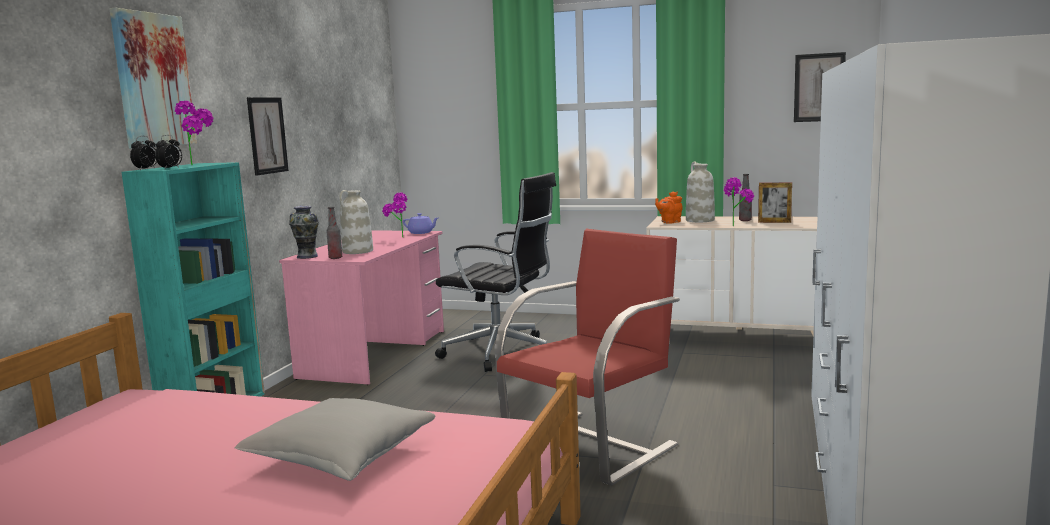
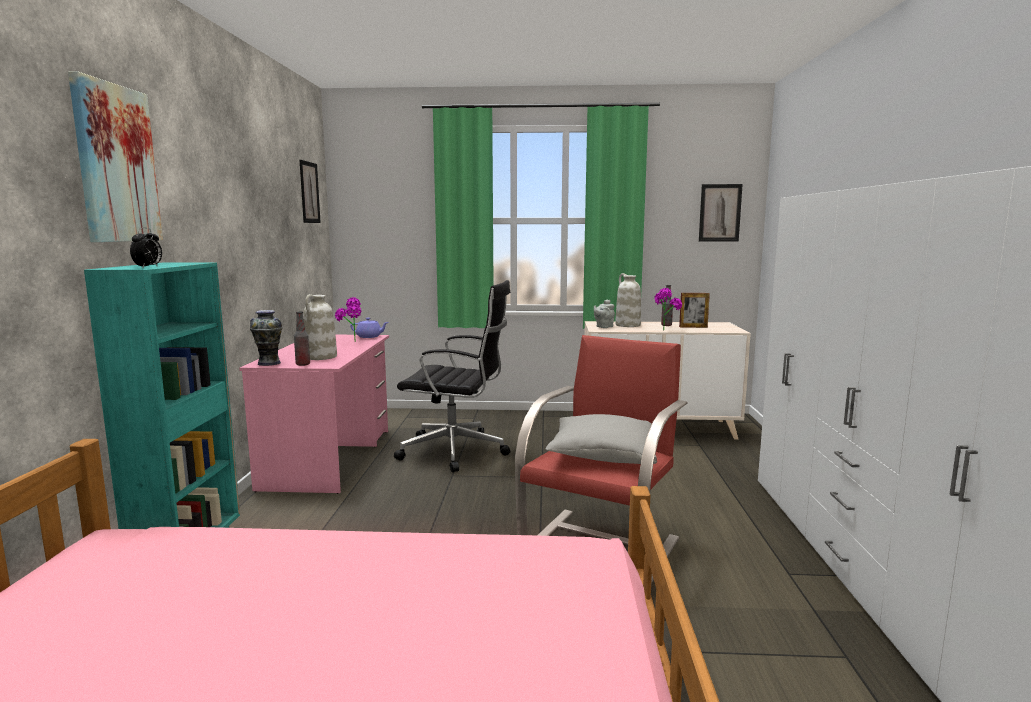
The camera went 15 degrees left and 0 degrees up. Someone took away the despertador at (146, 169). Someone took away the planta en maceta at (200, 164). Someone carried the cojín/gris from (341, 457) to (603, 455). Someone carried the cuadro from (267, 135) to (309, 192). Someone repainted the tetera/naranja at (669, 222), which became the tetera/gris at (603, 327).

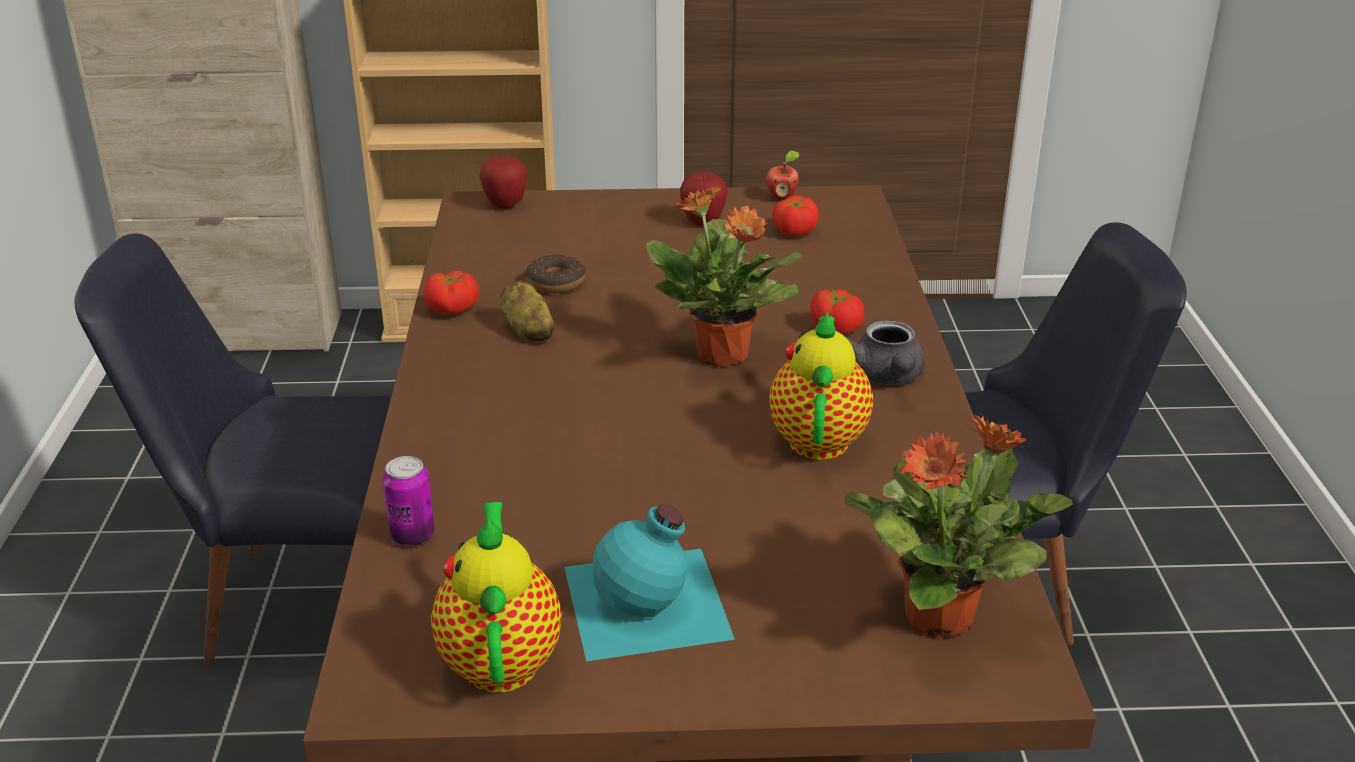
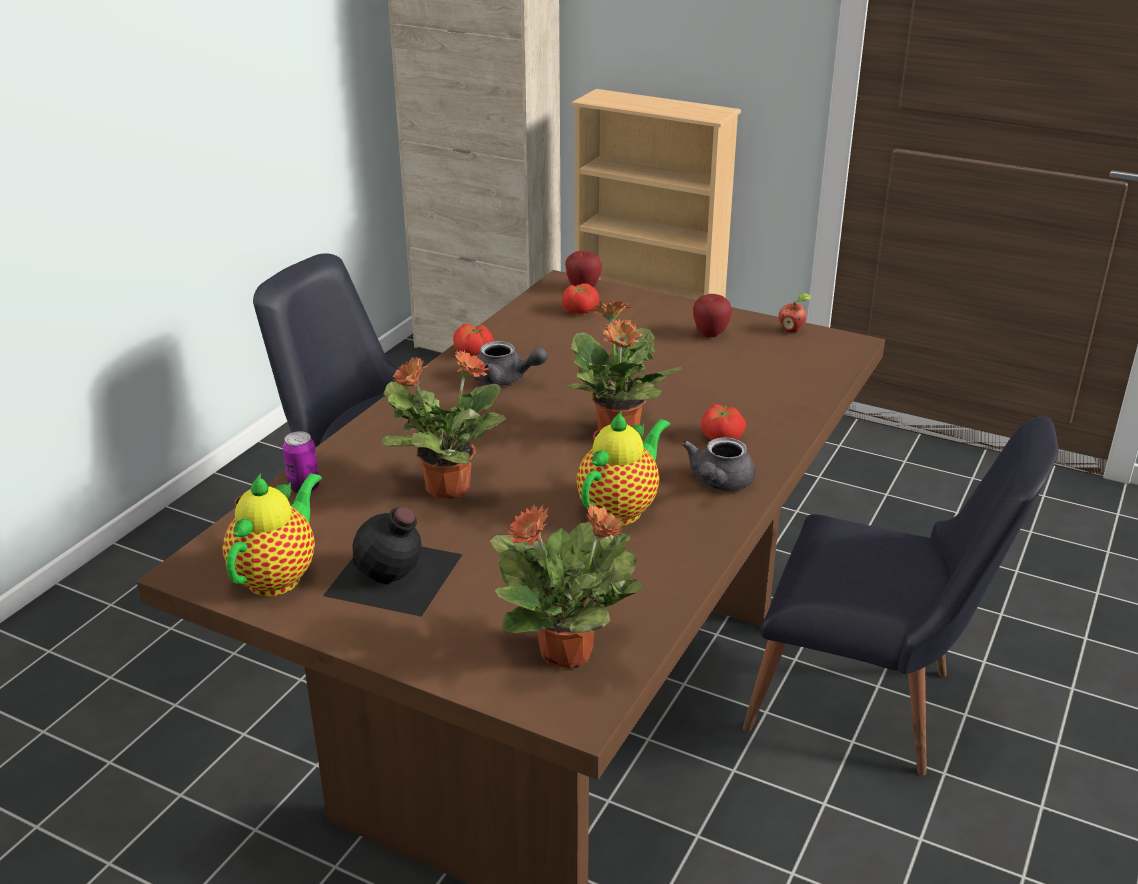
The camera went 30 degrees right and 0 degrees up. Someone took away the rosquilla at (556, 283). Someone put down the planta en maceta at (446, 488). Someone carried the tomate from (793, 231) to (579, 310). Someone swapped the patata at (527, 330) for the tetera/gris at (505, 379). Someone repainted the botella/turquesa at (649, 603), which became the botella/negro at (395, 576).

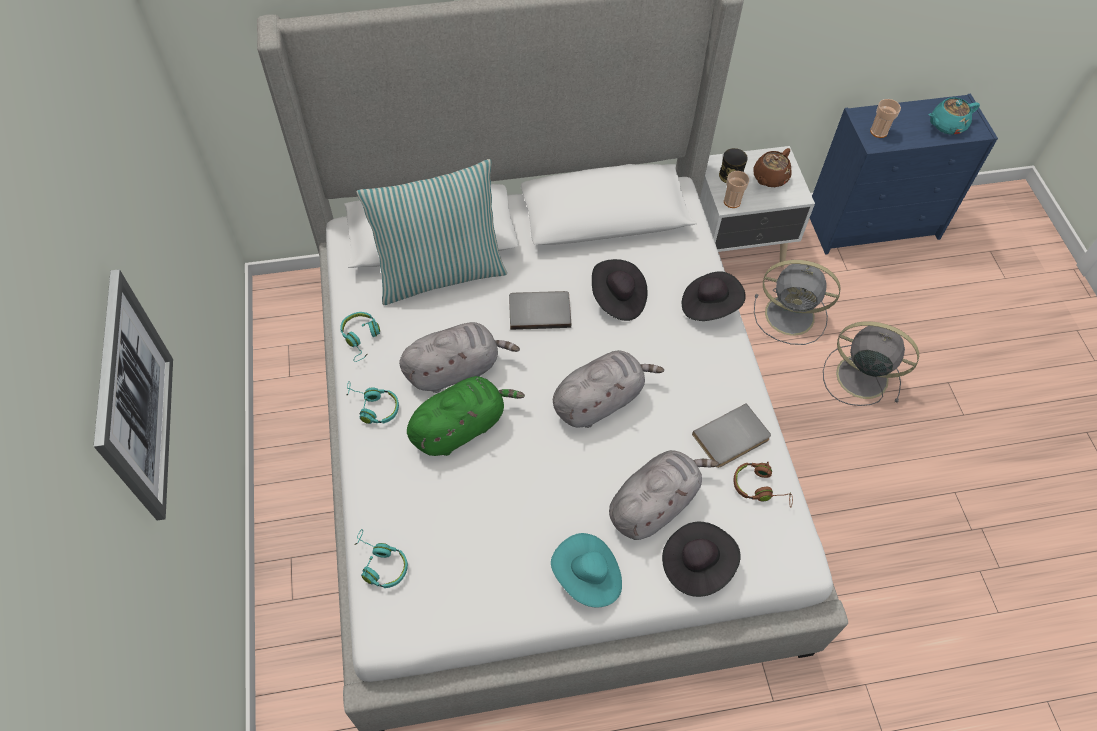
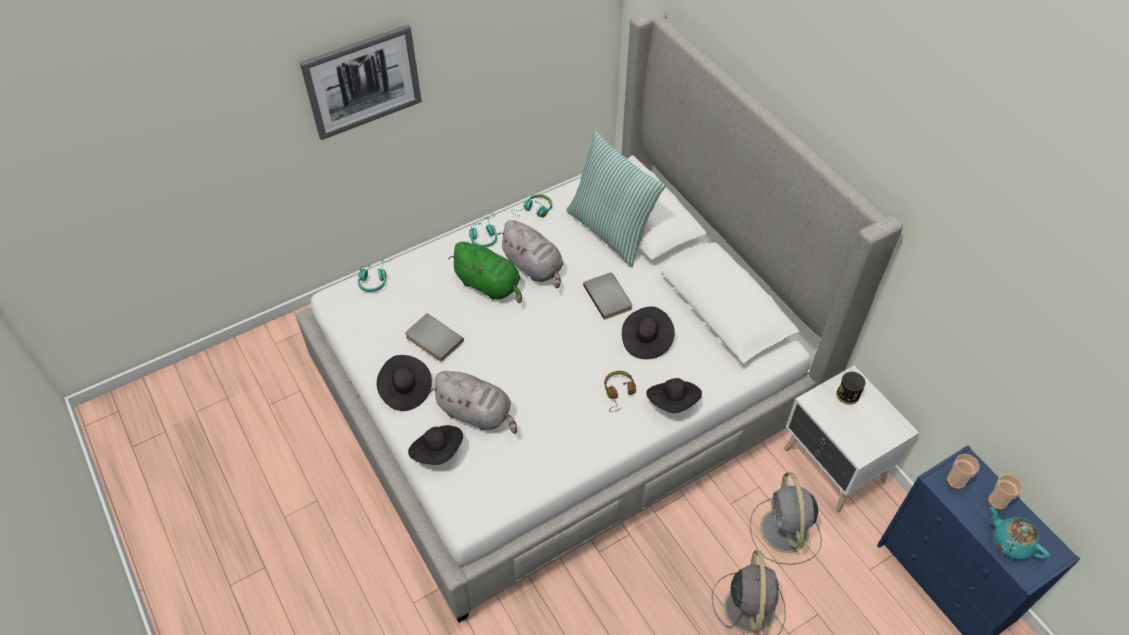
The camera went 70 degrees right and 5 degrees down. Someone took away the peluche/gris at (600, 400). Someone took away the tetera/marrón at (769, 178). Someone carried the libro/gris from (732, 439) to (433, 340). Someone carried the taza from (732, 201) to (997, 501). Someone carried the auriculares/marrón from (760, 488) to (619, 393). Someone repainted the sombrero/turquesa at (587, 578), which became the sombrero/negro at (405, 390).

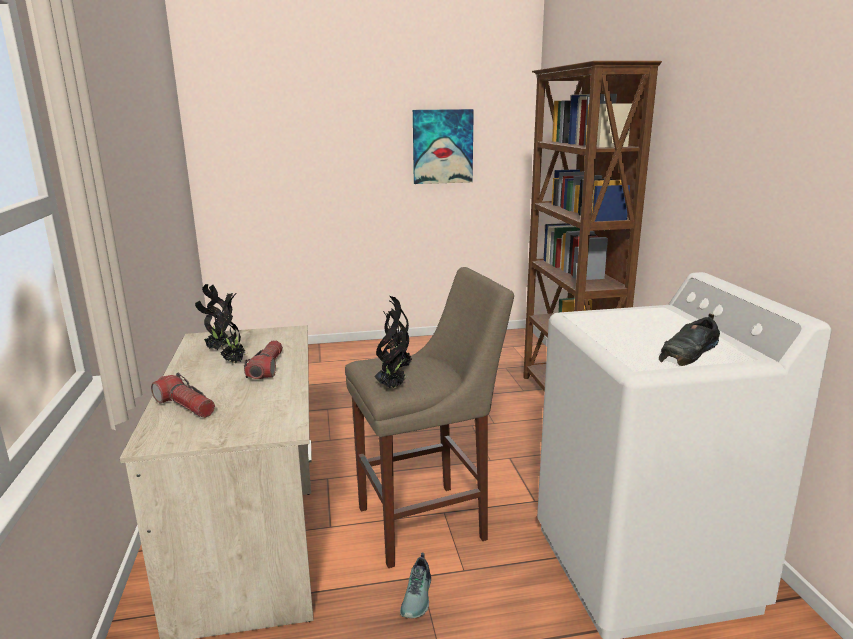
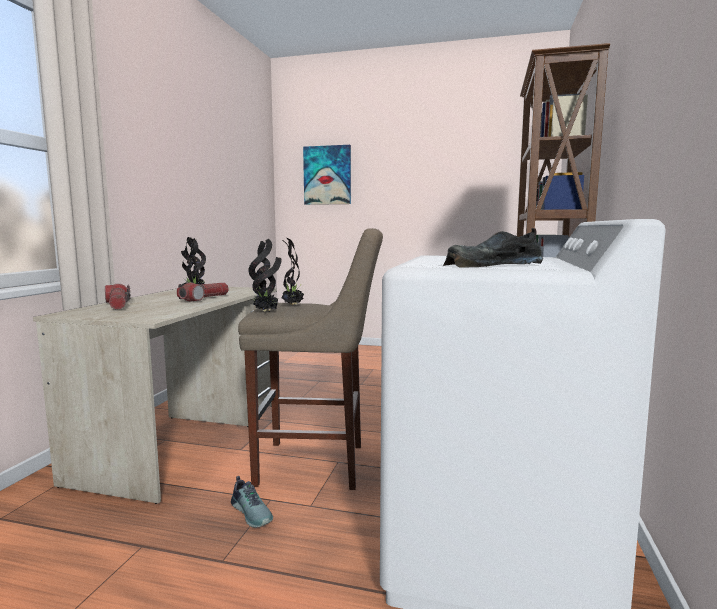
The camera went 25 degrees right and 10 degrees down. Someone carried the cuadro from (442, 146) to (327, 175). Someone rotated the zapato at (418, 596) by 75 degrees counterclockwise.

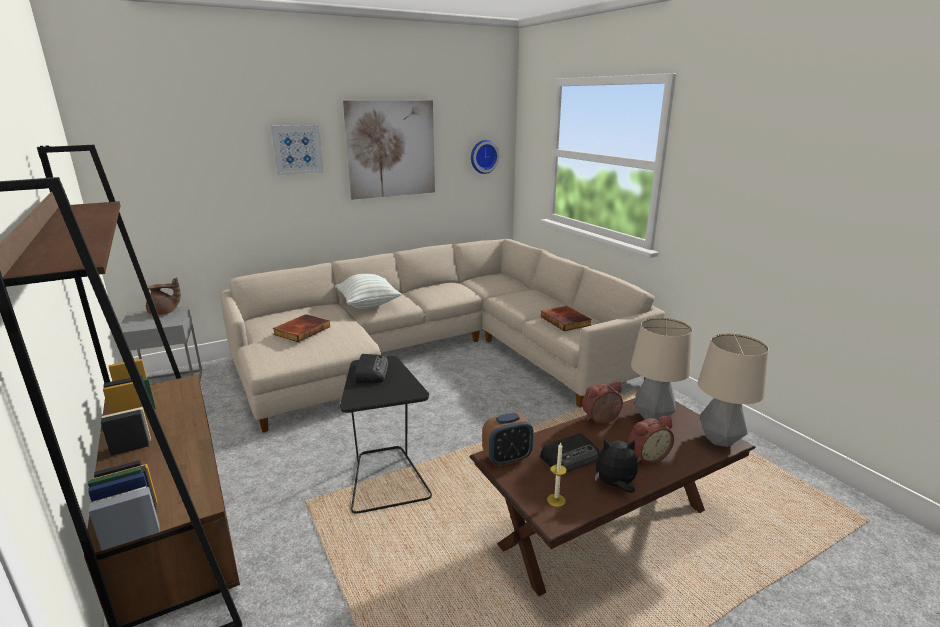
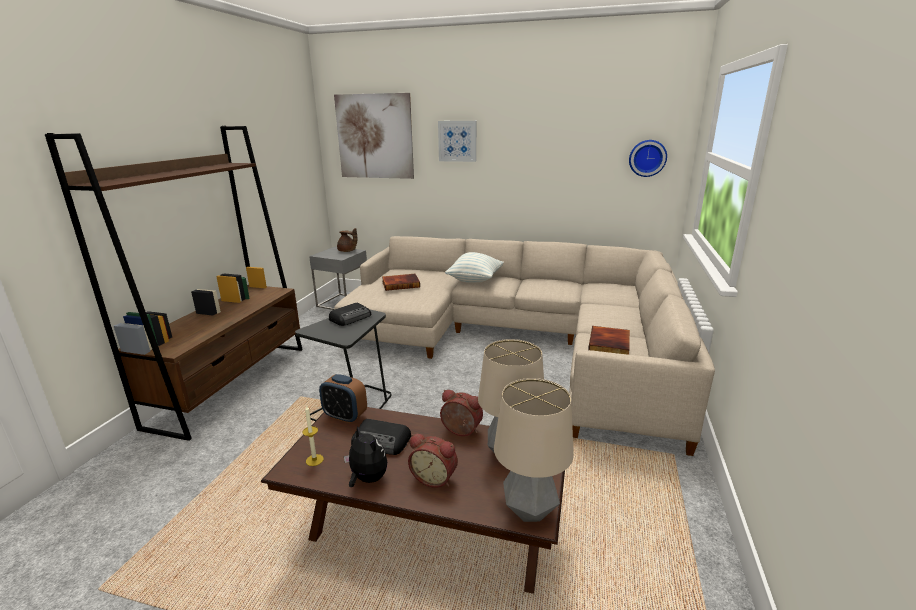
The camera went 45 degrees right and 0 degrees up. Someone carried the cuadro from (391, 149) to (375, 136).

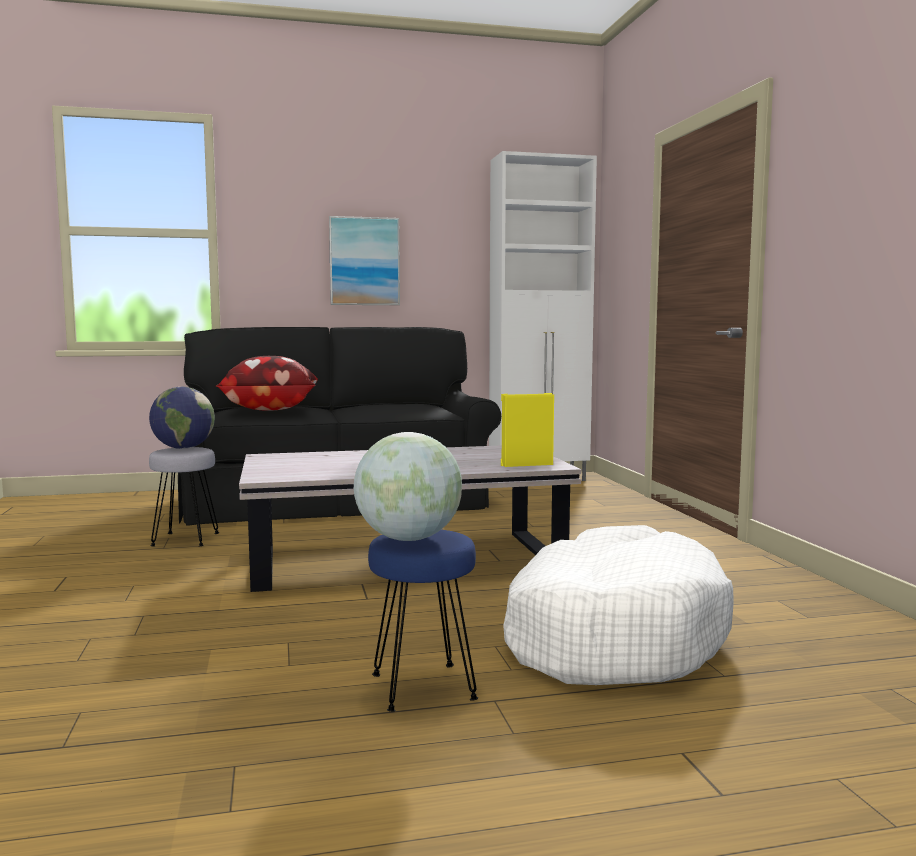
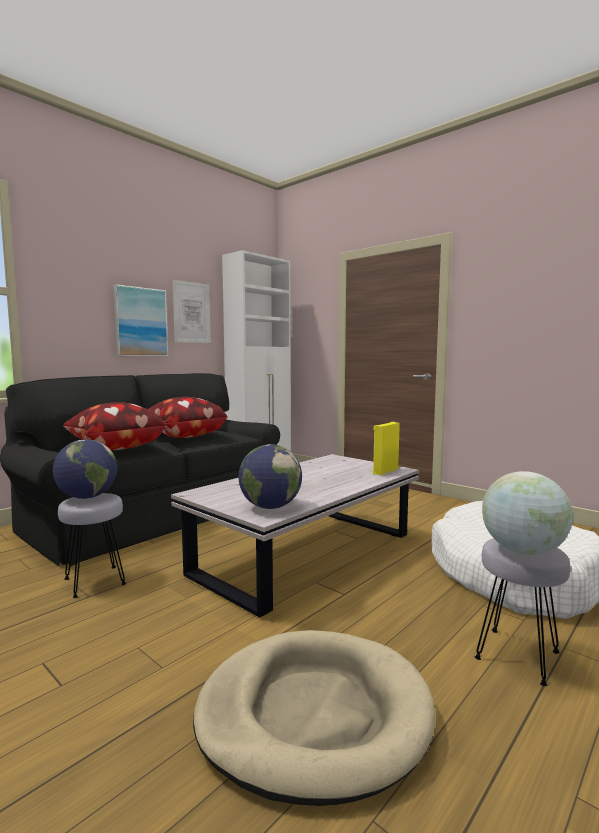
The camera went 35 degrees left and 0 degrees up. Someone put down the cojín at (183, 436). Someone put up the cuadro at (192, 312). Someone put down the cama para perro/beis at (313, 714). Someone put down the globo terráqueo at (270, 507). Someone repainted the taburete/azul at (423, 688), which became the taburete/gris at (518, 656).

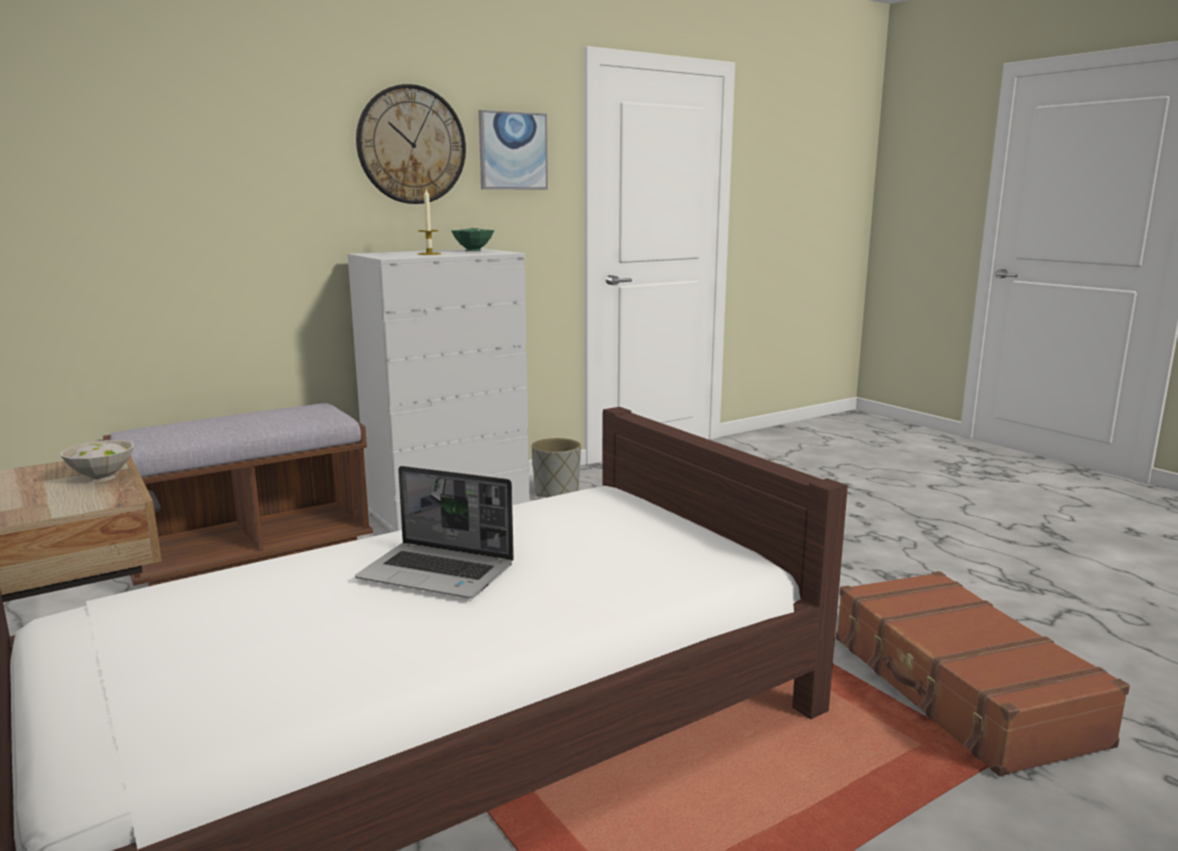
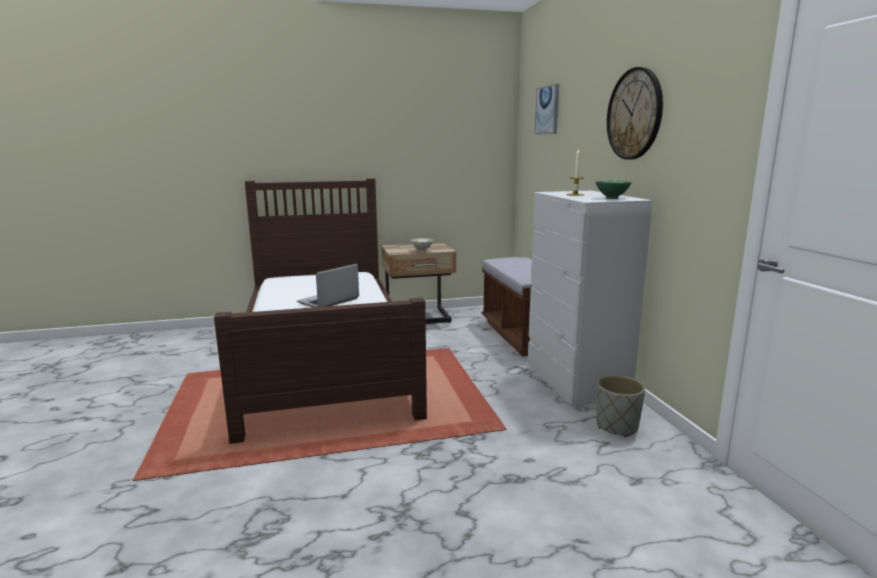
The camera went 110 degrees right and 0 degrees up. Someone took away the maleta/marrón at (960, 689). Someone carried the cuadro from (513, 151) to (547, 110).

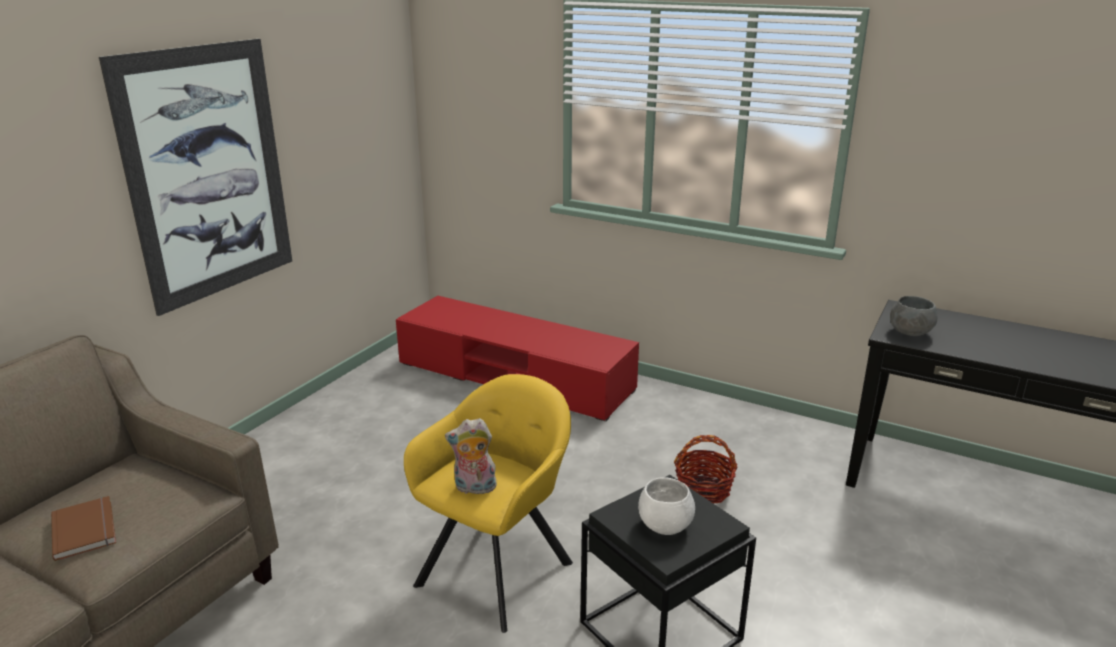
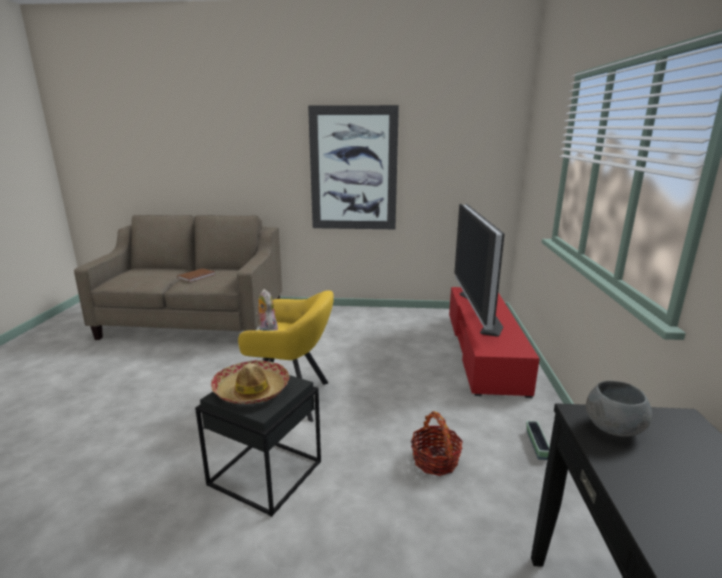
The camera went 65 degrees right and 5 degrees down. Someone put down the televisor at (478, 312). Someone put down the maceta at (536, 445). Someone swapped the cuenco/blanco at (665, 525) for the sombrero at (251, 390).

